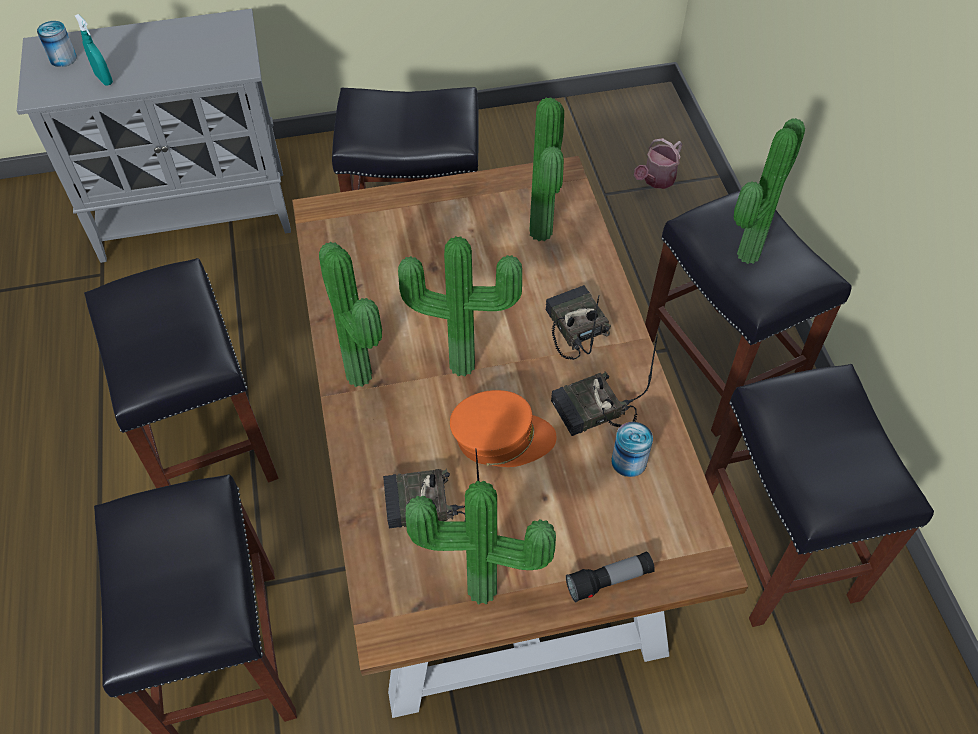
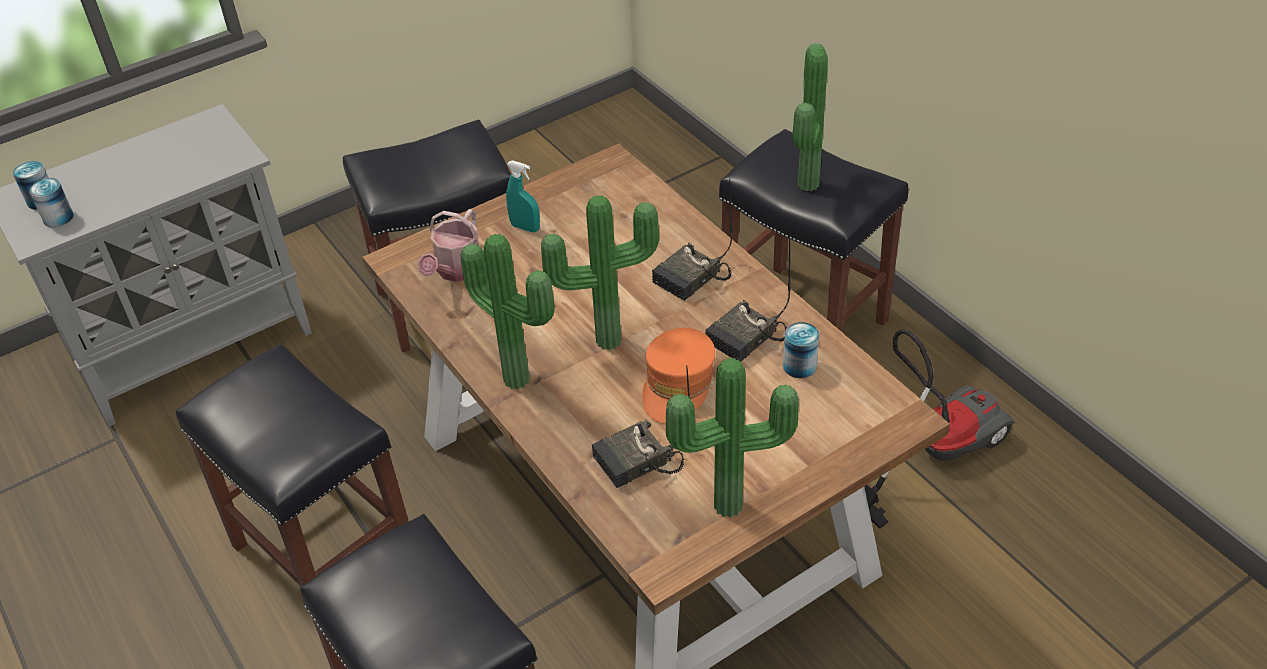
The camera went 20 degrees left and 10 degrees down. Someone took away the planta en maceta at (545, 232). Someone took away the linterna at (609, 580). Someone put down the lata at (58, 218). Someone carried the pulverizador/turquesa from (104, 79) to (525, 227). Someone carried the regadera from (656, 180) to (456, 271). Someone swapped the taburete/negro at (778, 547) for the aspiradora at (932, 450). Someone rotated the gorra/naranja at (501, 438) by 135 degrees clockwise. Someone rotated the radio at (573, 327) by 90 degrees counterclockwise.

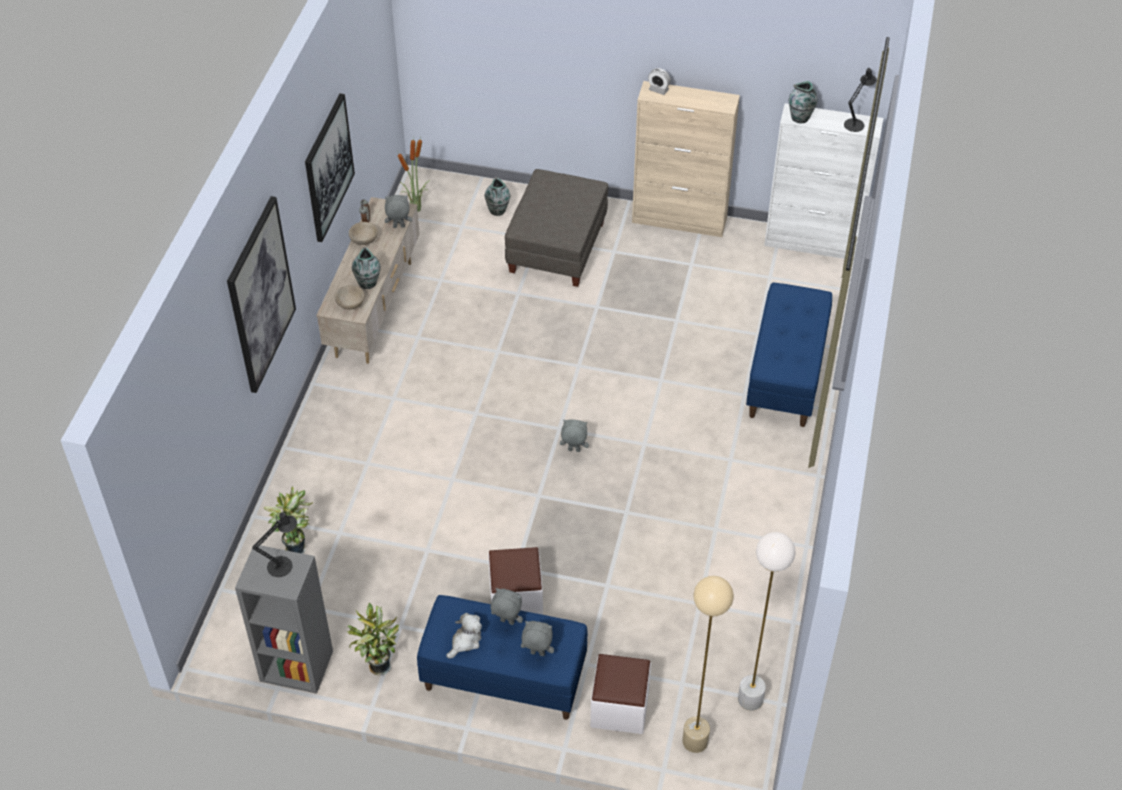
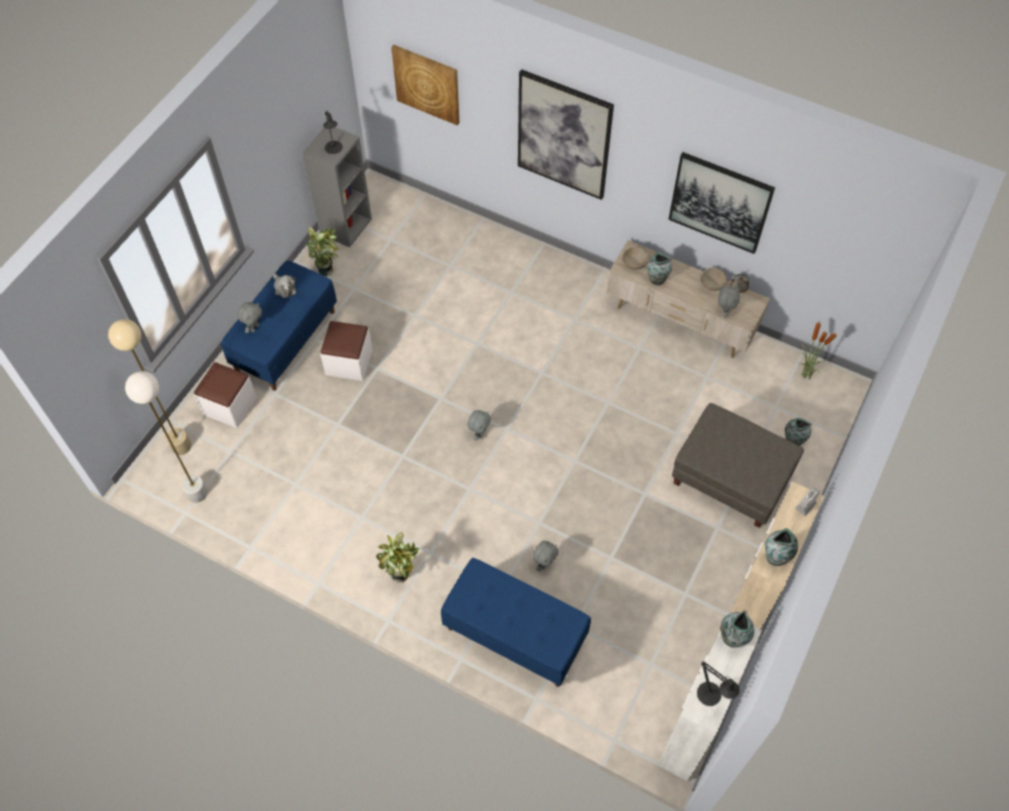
The camera went 105 degrees right and 10 degrees up. Someone put up the cuadro at (427, 84). Someone put down the florero at (776, 556). Someone carried the planta en maceta from (296, 547) to (402, 575). Someone carried the peluche/gris from (506, 622) to (544, 563).

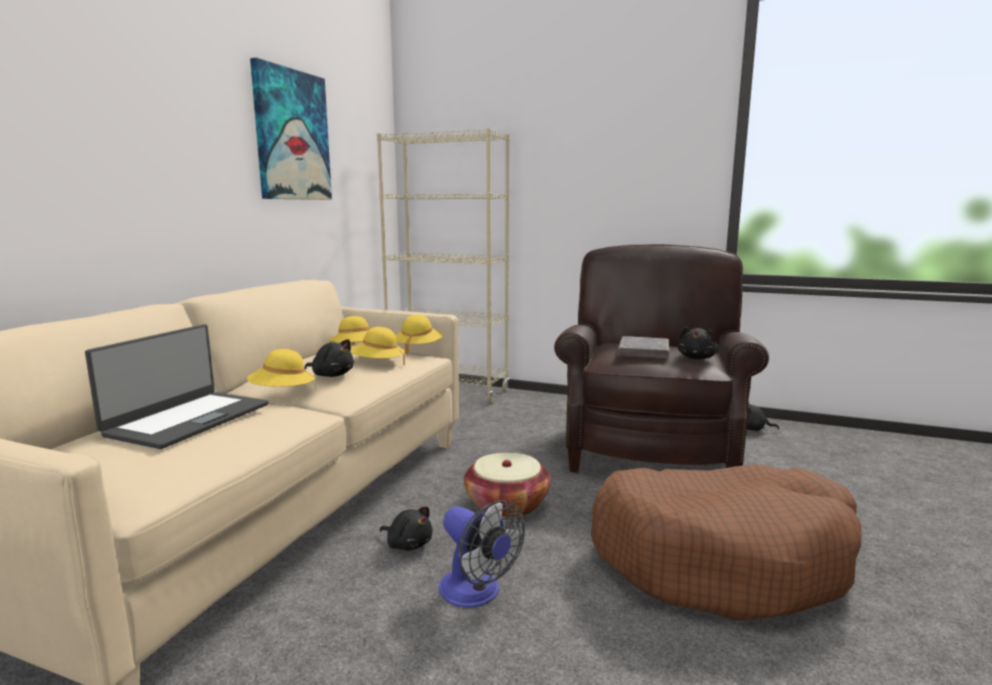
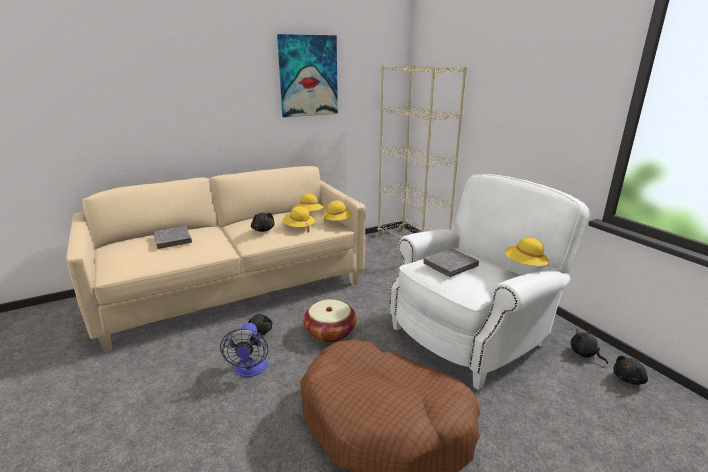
The camera went 40 degrees right and 10 degrees up. Someone carried the sombrero/amarillo from (282, 393) to (524, 265). Someone carried the peluche/negro from (697, 358) to (629, 379). Someone swapped the portátil at (188, 419) for the libro/gris at (173, 240). Someone repainted the sillón/marrón at (650, 447), which became the sillón/blanco at (472, 334).

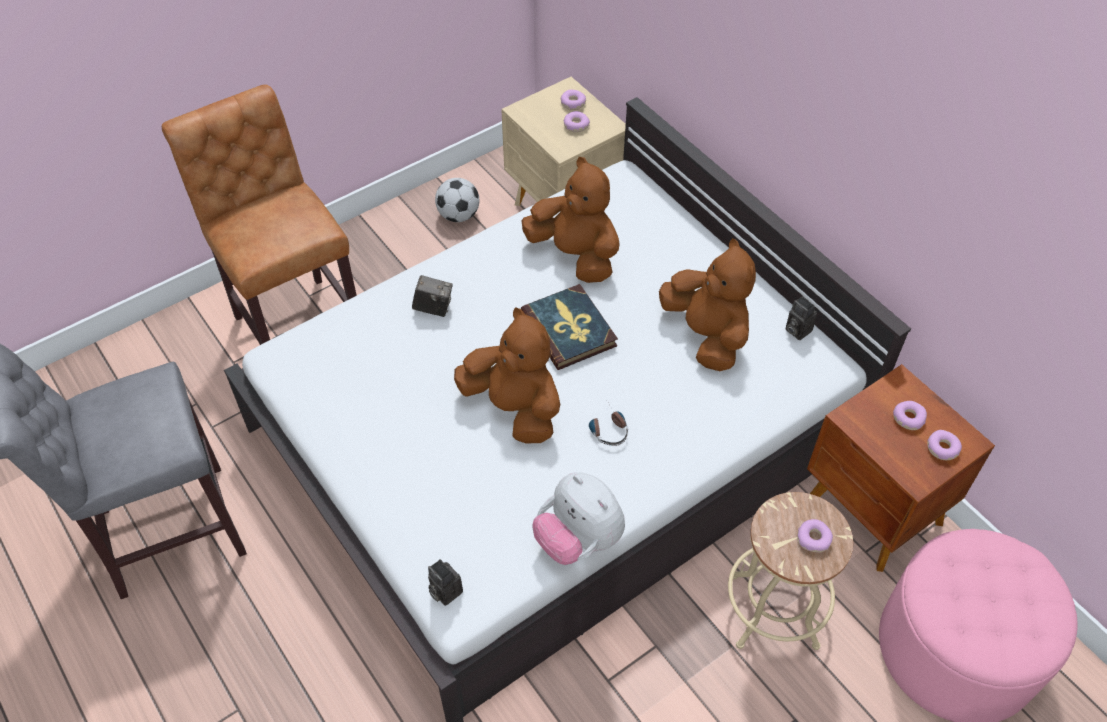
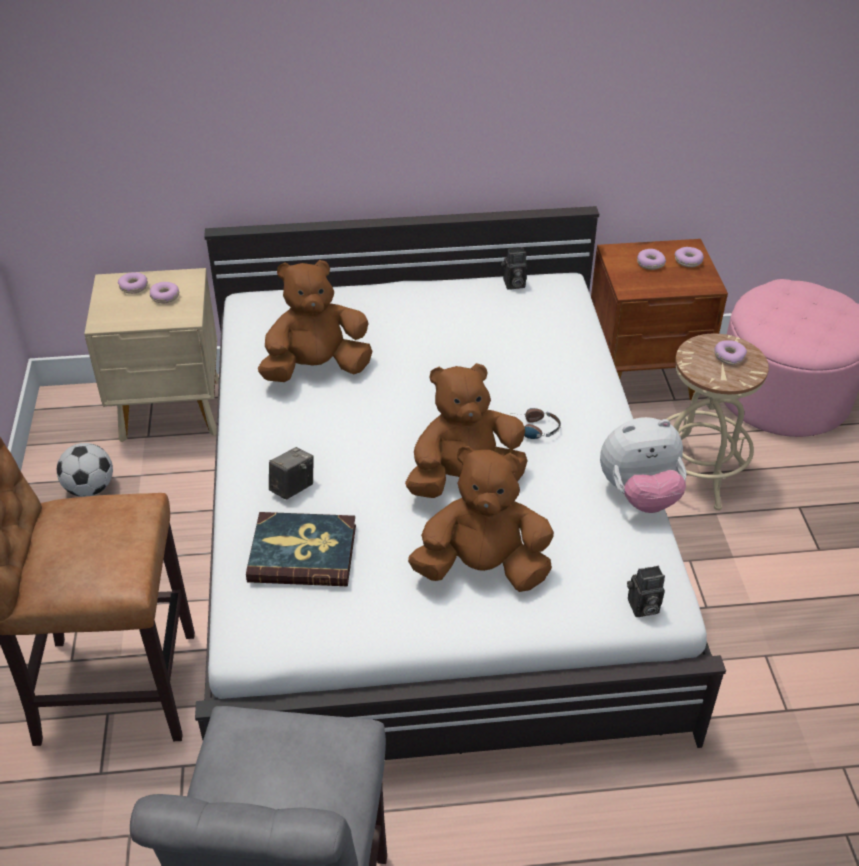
The camera went 60 degrees left and 10 degrees down. Someone carried the libro from (569, 329) to (303, 553). Someone carried the peluche/marrón from (706, 335) to (483, 568).

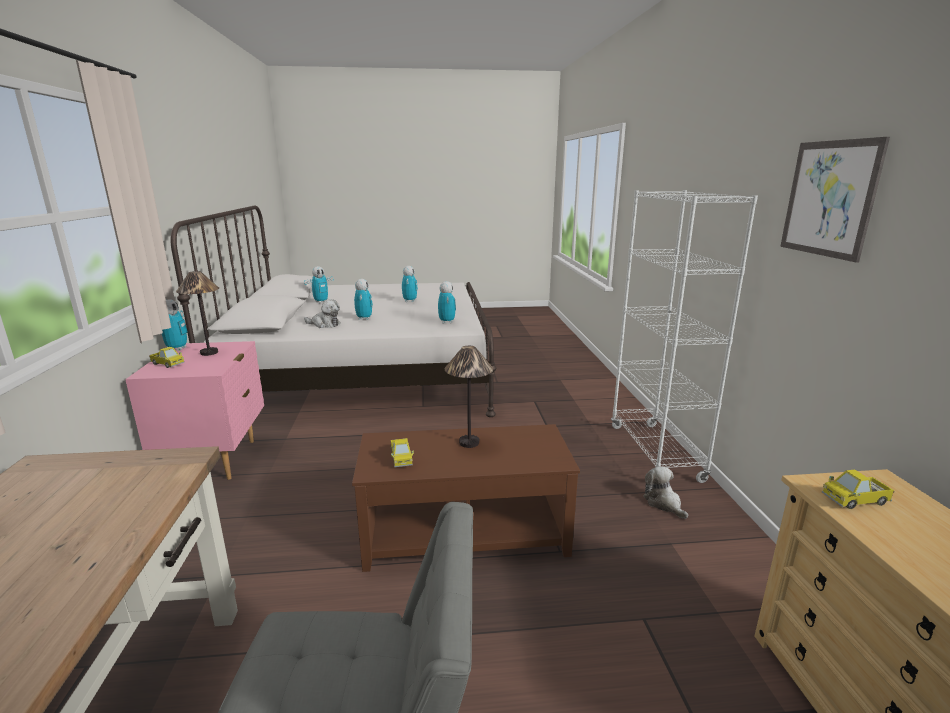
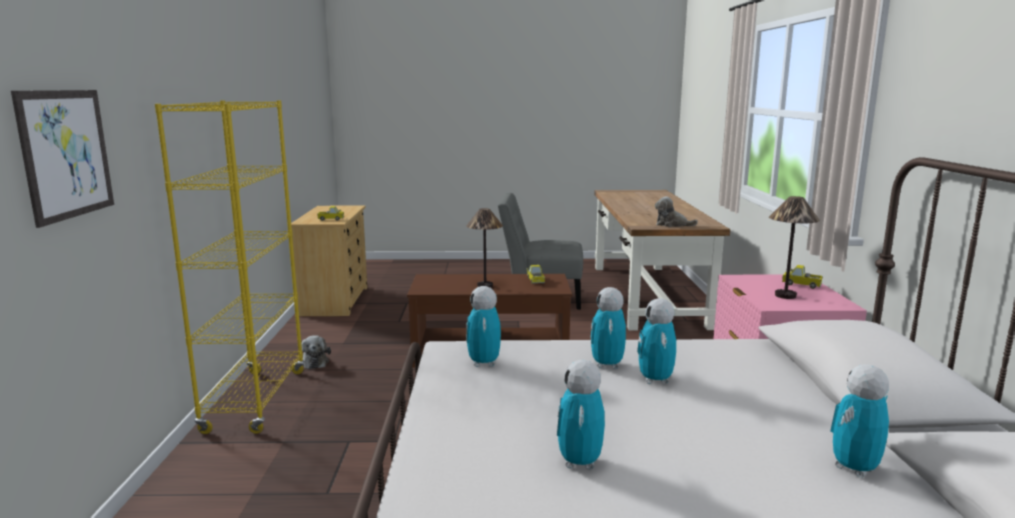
The camera went 175 degrees left and 5 degrees down. Someone carried the robot de juguete from (177, 349) to (607, 365). Someone carried the peluche from (324, 324) to (672, 224). Someone carried the cuadro from (829, 198) to (66, 154). Someone repainted the estantería/blanco at (655, 453), which became the estantería/amarillo at (256, 400).

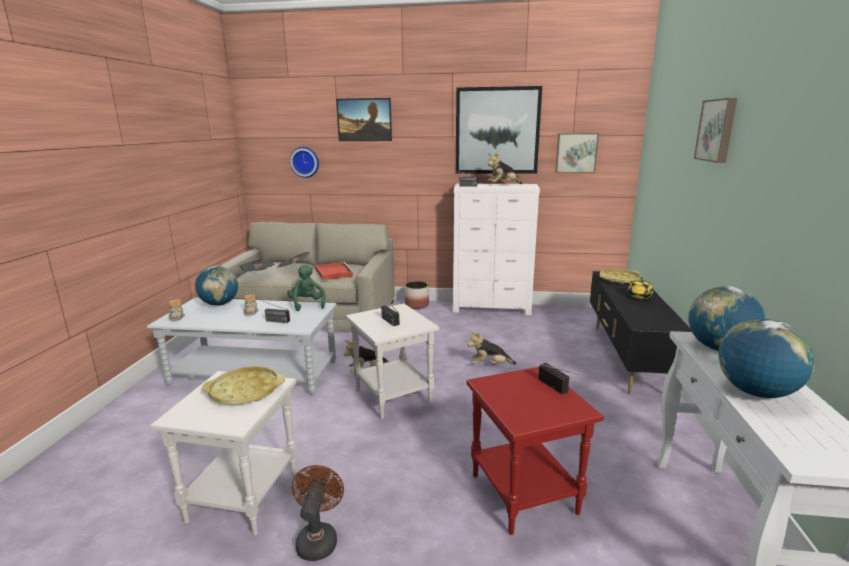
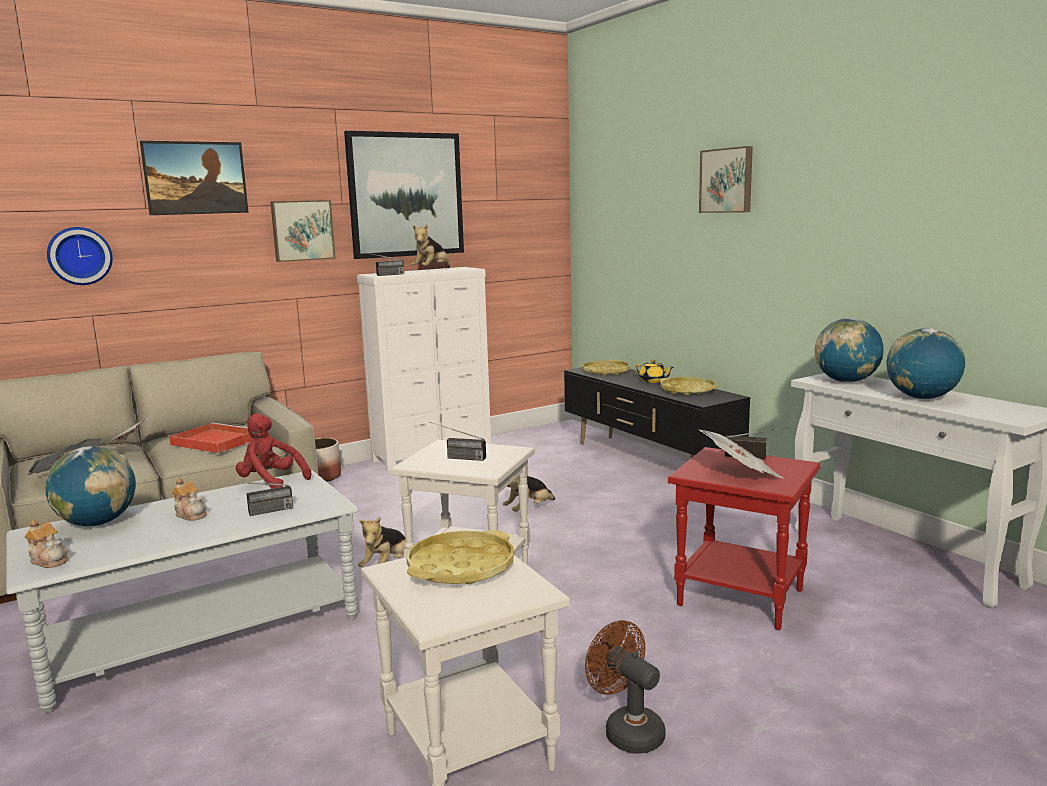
The camera went 40 degrees left and 5 degrees down. Someone put down the bandeja/amarillo at (687, 390). Someone put down the periódico at (740, 474). Someone carried the cuadro from (576, 153) to (302, 230). Someone repainted the peluche/verde at (307, 304), which became the peluche/rojo at (270, 482).

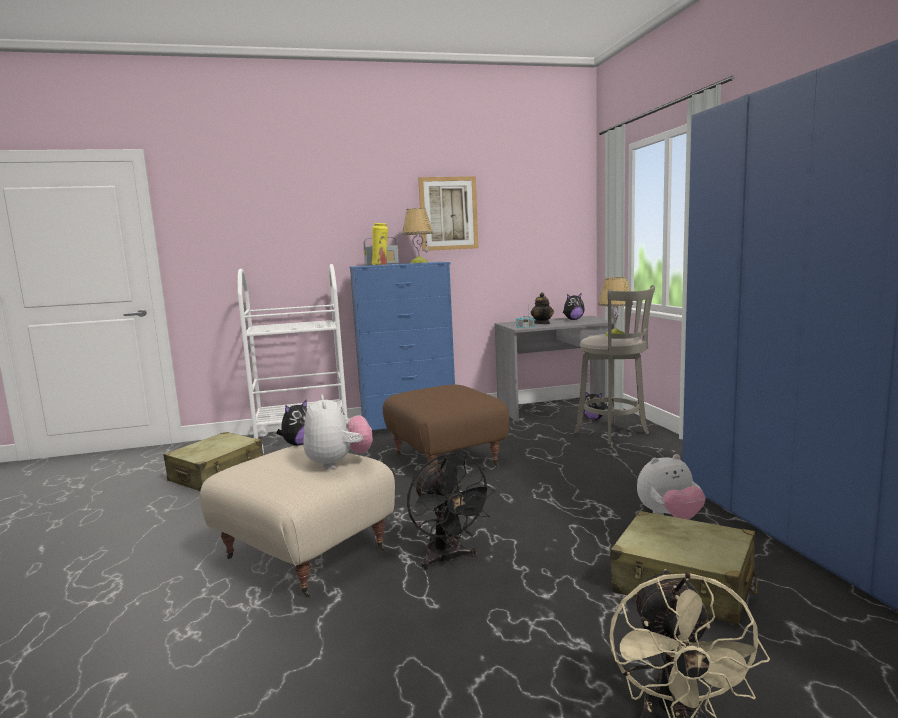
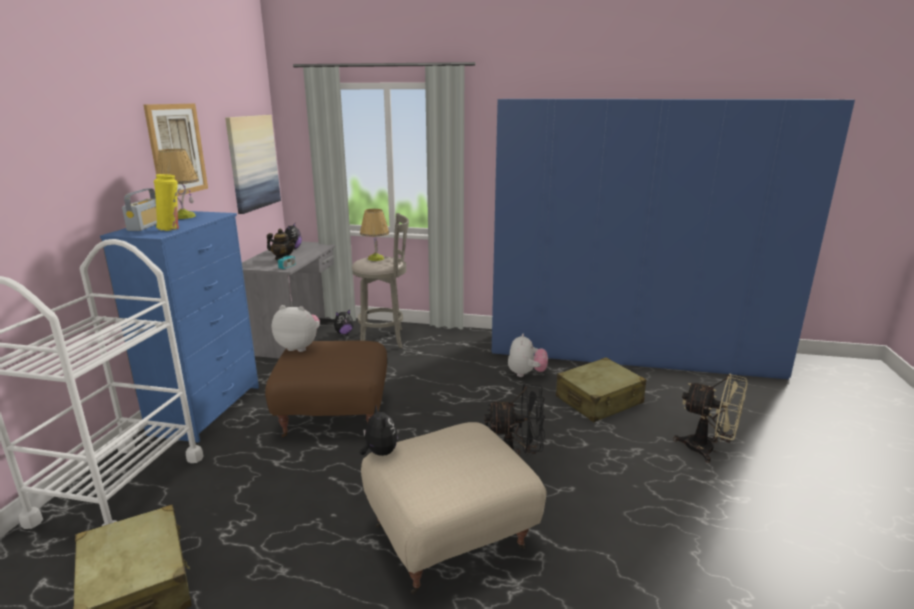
The camera went 65 degrees left and 10 degrees up. Someone put up the cuadro at (252, 162). Someone carried the peluche from (338, 463) to (299, 347).

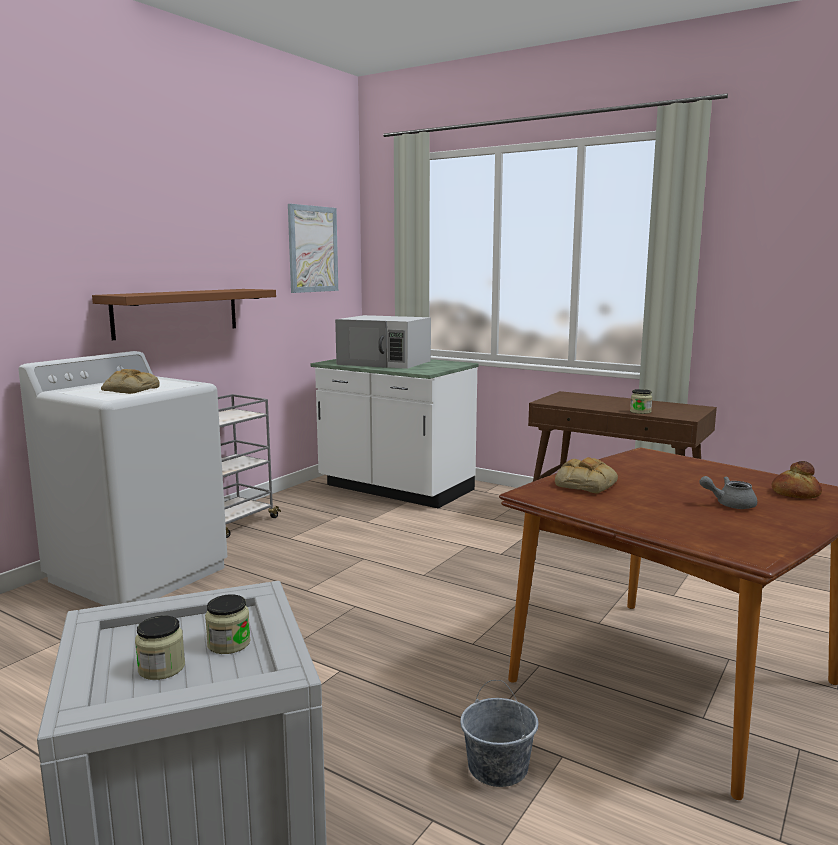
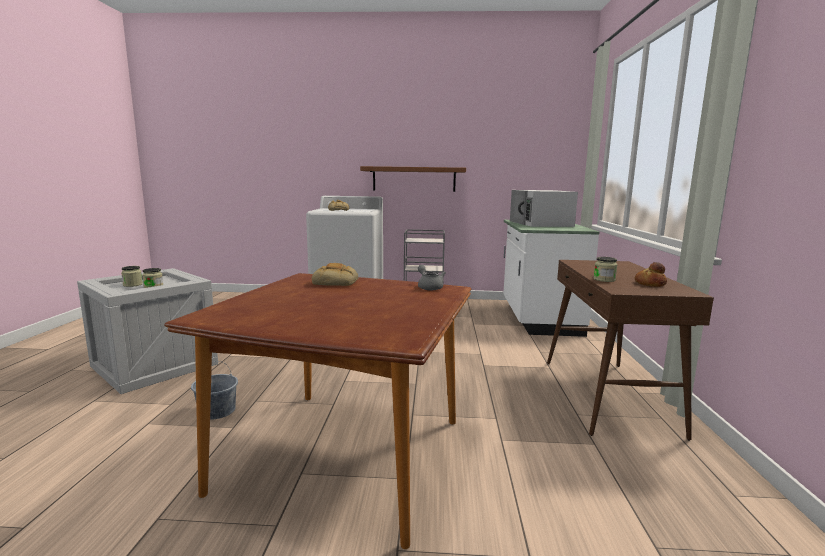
The camera went 60 degrees right and 0 degrees up. Someone took away the cuadro at (313, 249). Someone carried the tetera/gris from (729, 504) to (429, 287). Someone carried the pan from (795, 494) to (649, 284).

